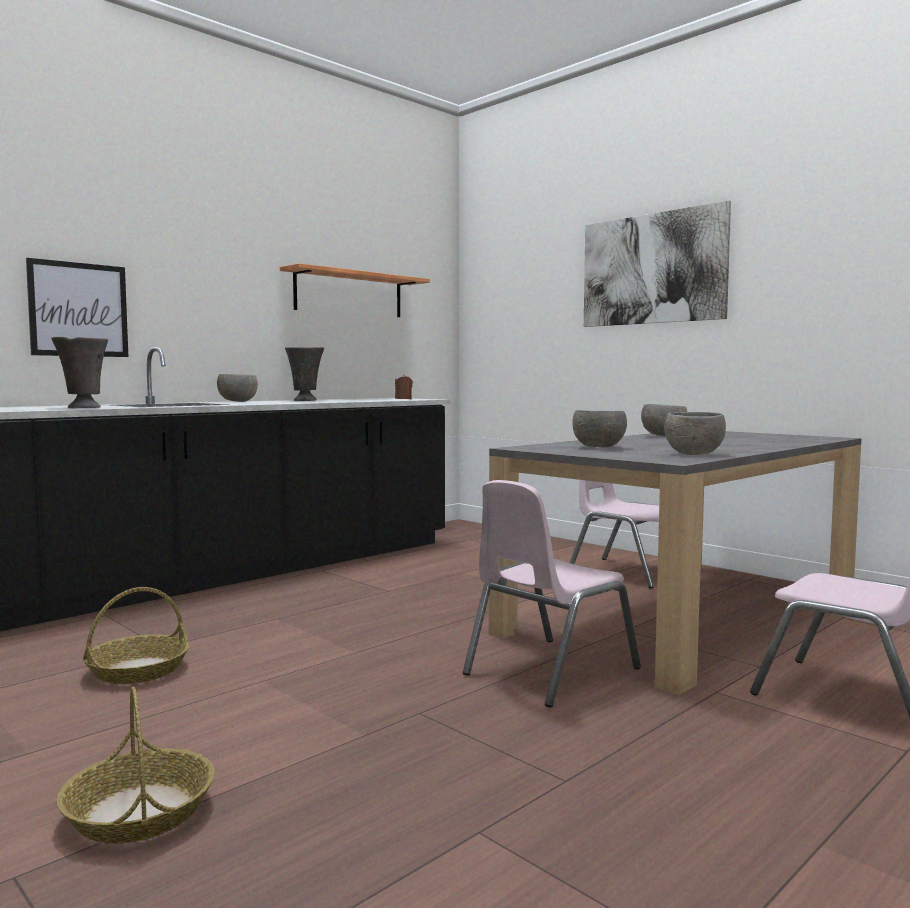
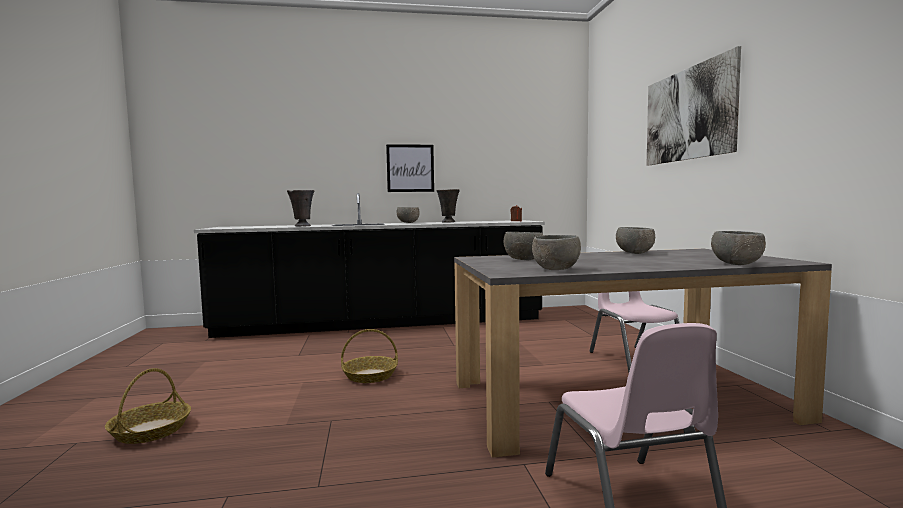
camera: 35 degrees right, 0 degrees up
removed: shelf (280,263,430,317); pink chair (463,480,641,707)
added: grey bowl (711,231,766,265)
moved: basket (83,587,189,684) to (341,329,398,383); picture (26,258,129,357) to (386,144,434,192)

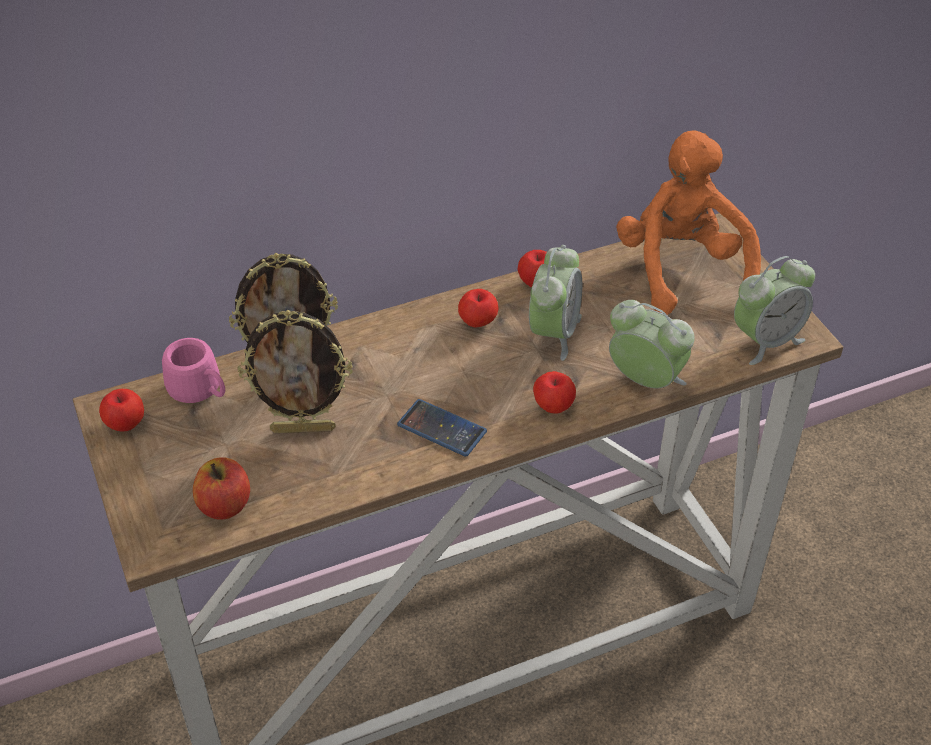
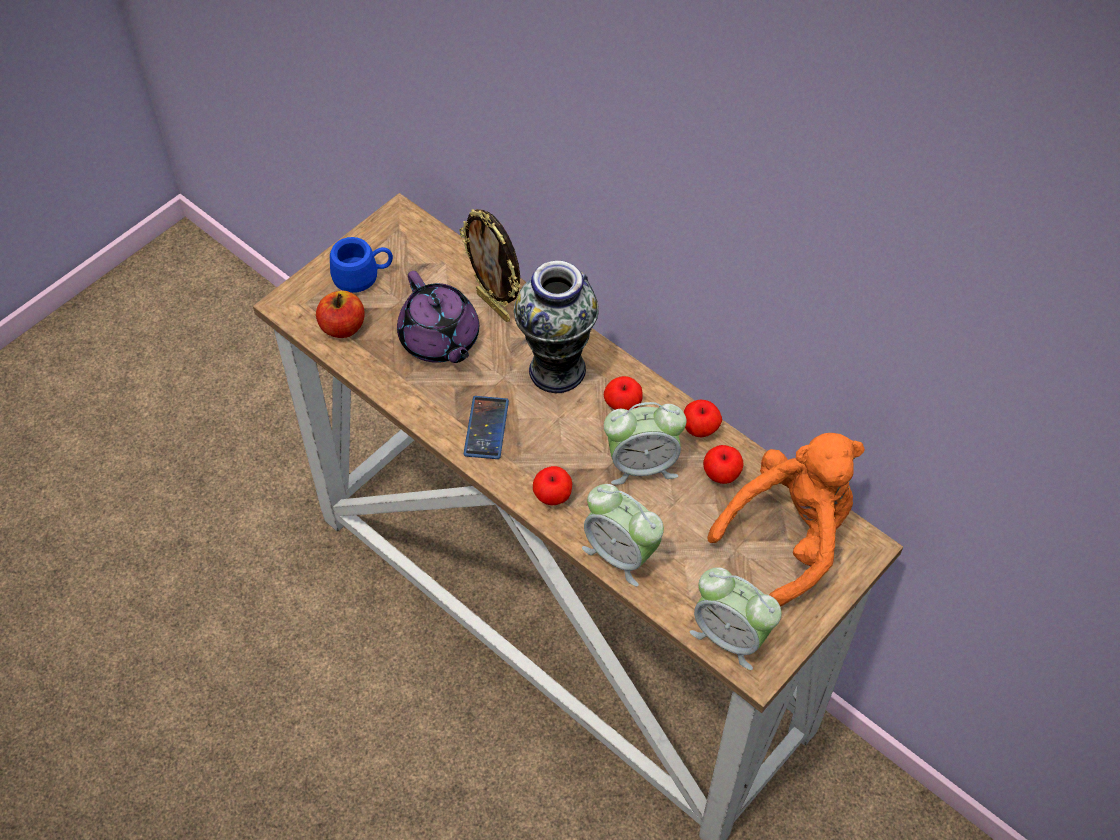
camera: 65 degrees right, 10 degrees up
removed: pink mug (162,338,225,403)
added: blue mug (330,237,393,293); vase (514,261,599,393)
moved: apple (99,389,144,431) to (703,445,744,484)
replaced: picture frame (238,310,353,433) to purple teapot (397,271,479,363)
turned: alarm clock (609,300,695,388) = (582,484,664,587) 120 degrees clockwise

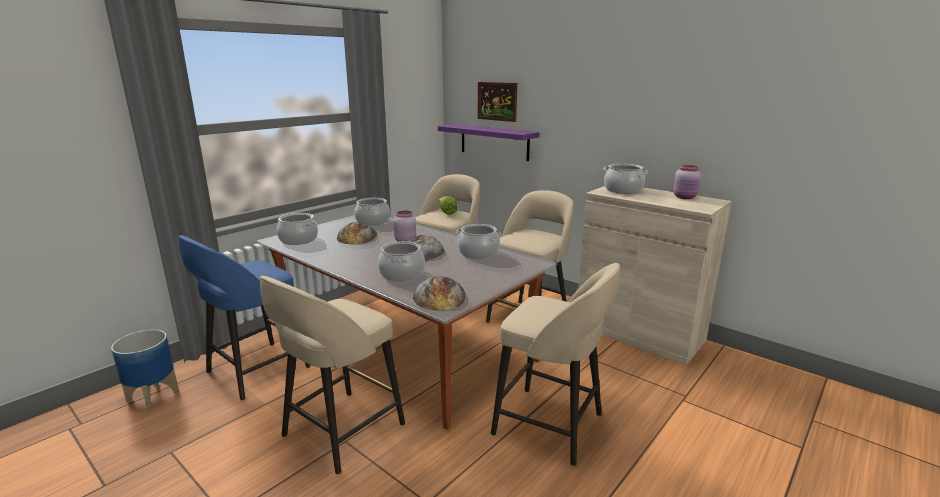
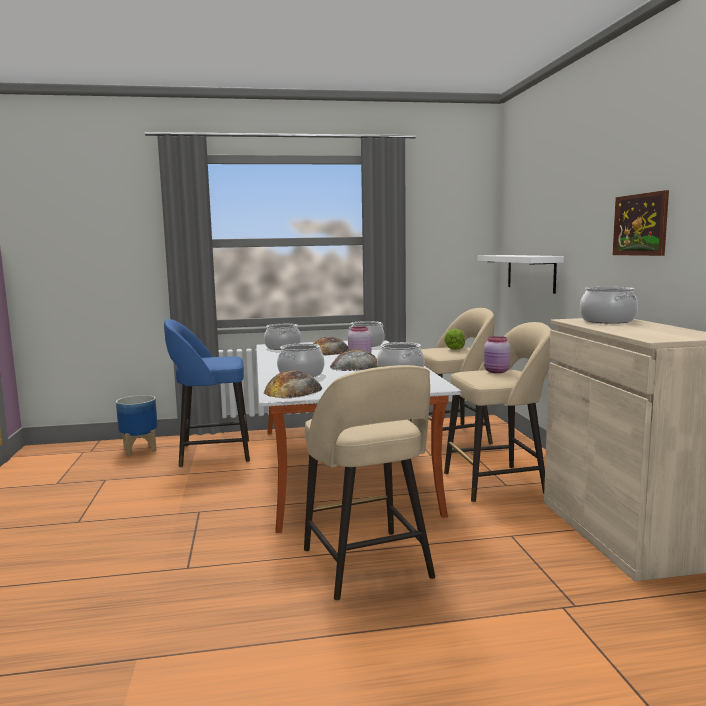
camera: 40 degrees right, 10 degrees down
removed: beige stool (259,276,405,474)
moved: pink jar (673,165,701,199) to (484,336,510,373); picture (478,82,517,122) to (613,190,669,256)
recoloured: purple shelf (438,124,540,161) to white shelf (478,255,564,294)

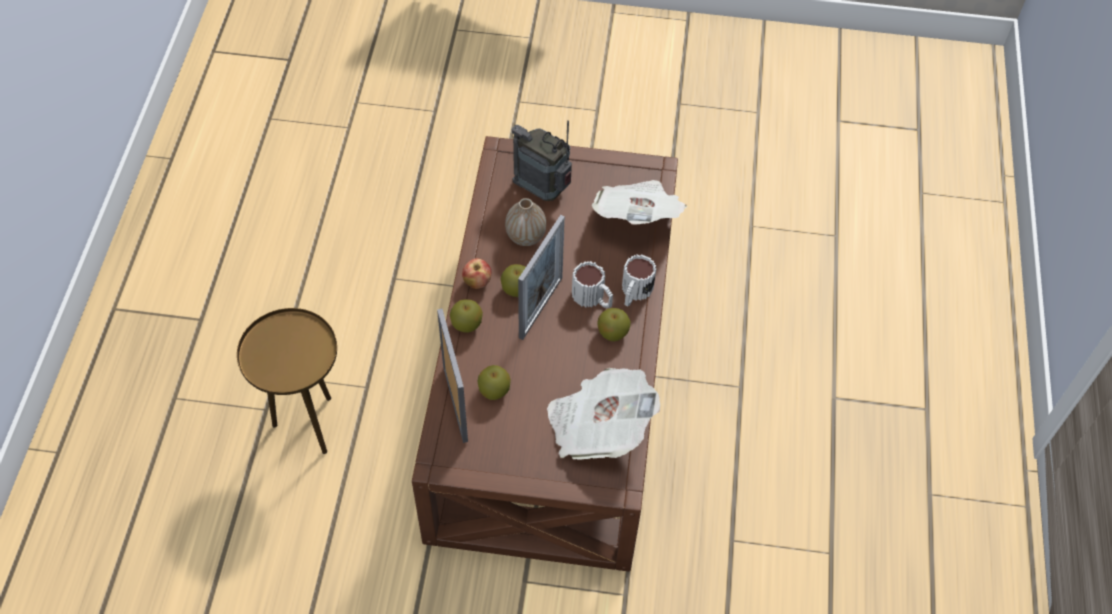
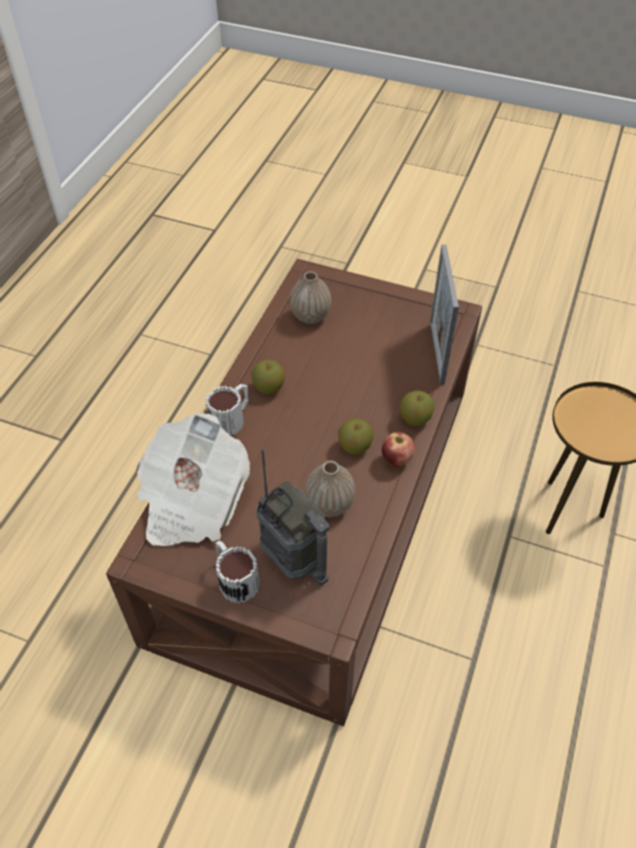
camera: 165 degrees left, 5 degrees down
removed: apple (477,365,511,400); picture frame (518,215,565,340)
moved: mug (572,261,613,308) to (216,540,260,604)
replaced: newspaper (547,368,660,460) to vase (290,271,331,324)

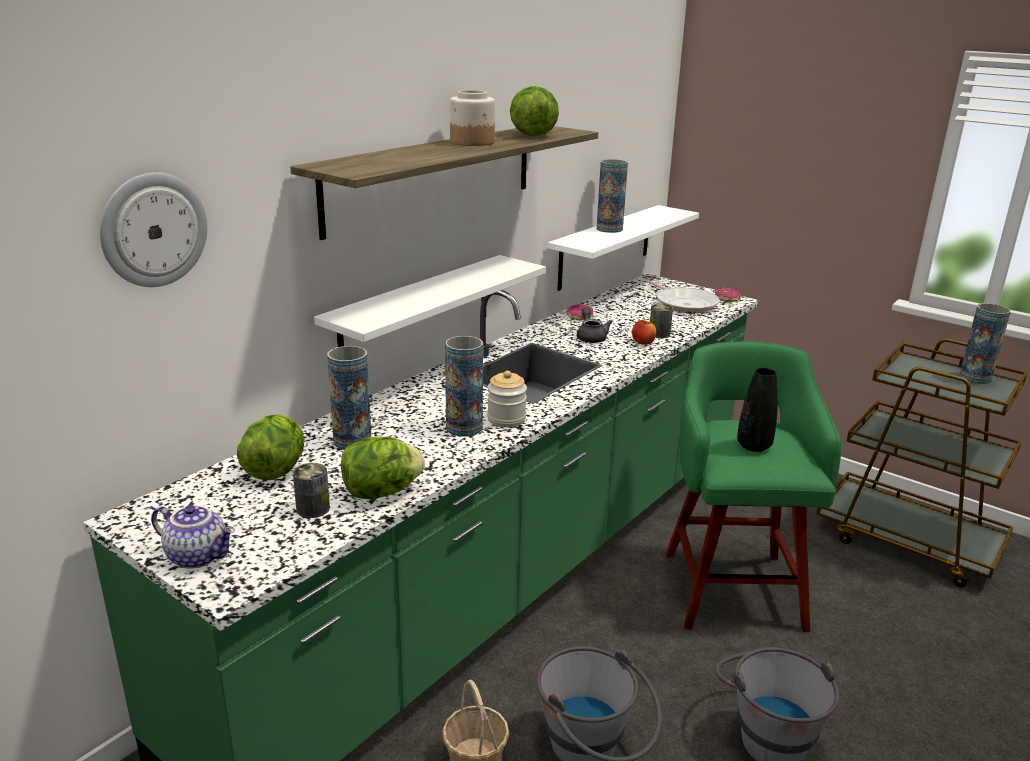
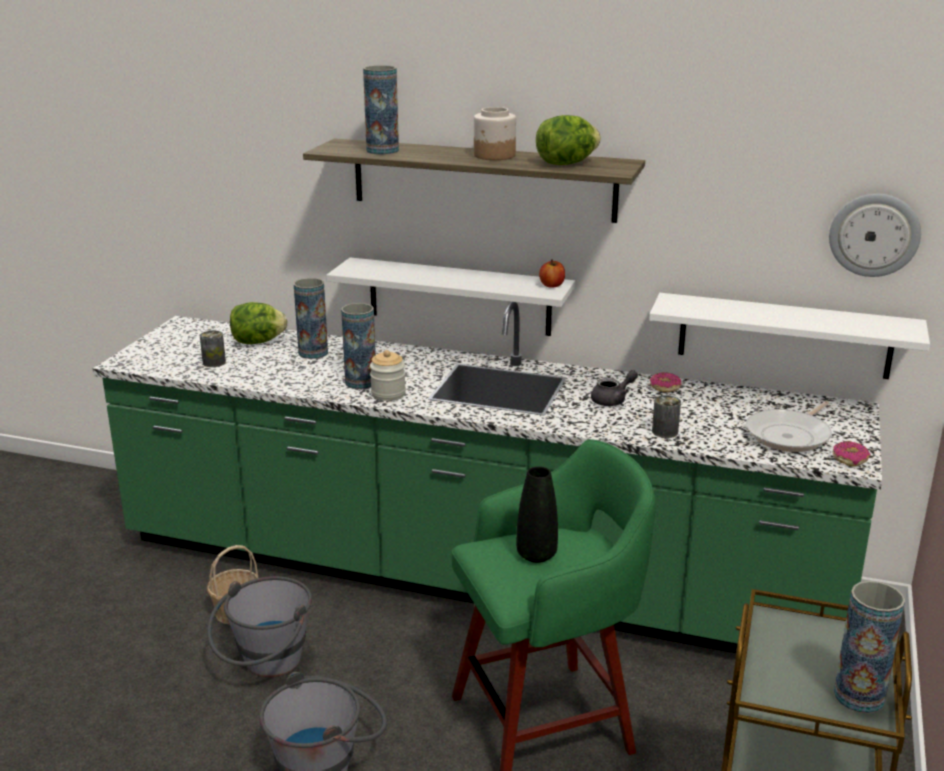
camera: 70 degrees right, 0 degrees up
removed: teapot (151,505,235,568); lettuce (341,437,425,499)
moved: vase (597,159,628,233) to (363,65,399,155); apple (632,319,656,345) to (539,259,565,288); wall clock (100,172,207,287) to (829,194,921,277)

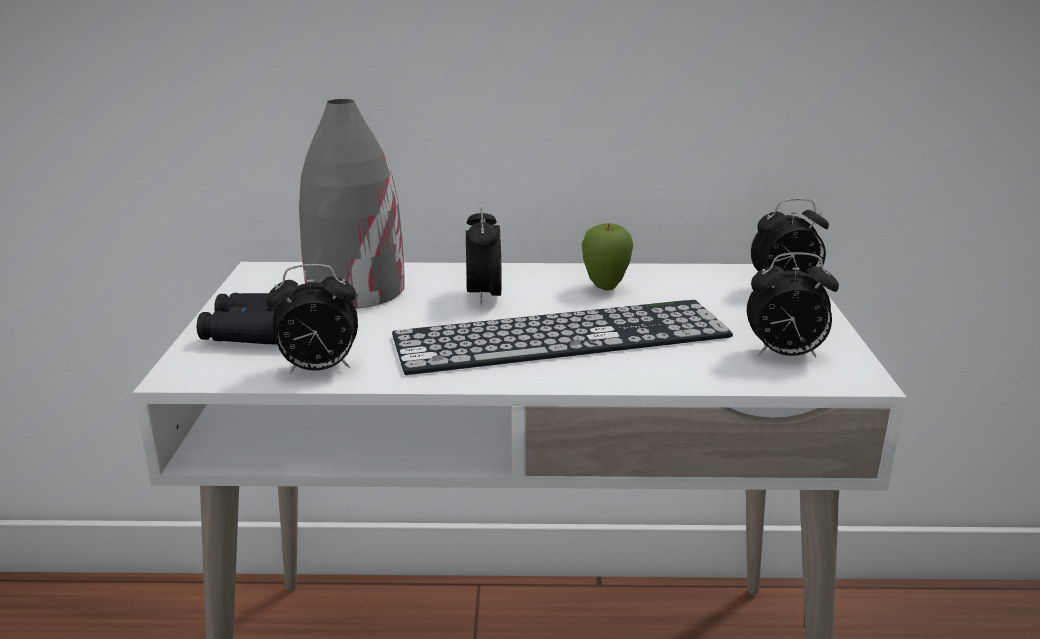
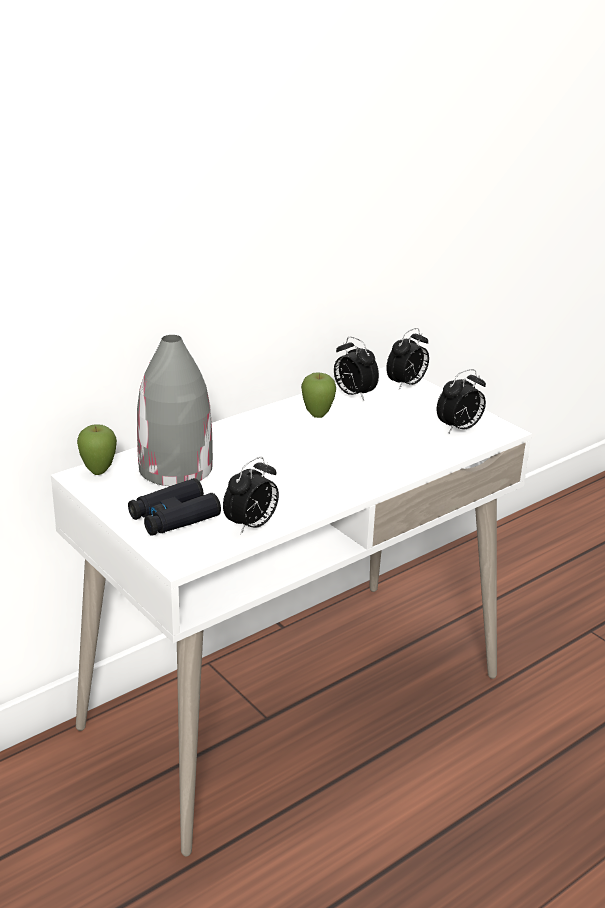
camera: 40 degrees left, 5 degrees up
removed: keyboard (392,300,733,375)
added: apple (77,424,117,475)
moved: alarm clock (466,202,502,306) to (334,337,379,401)

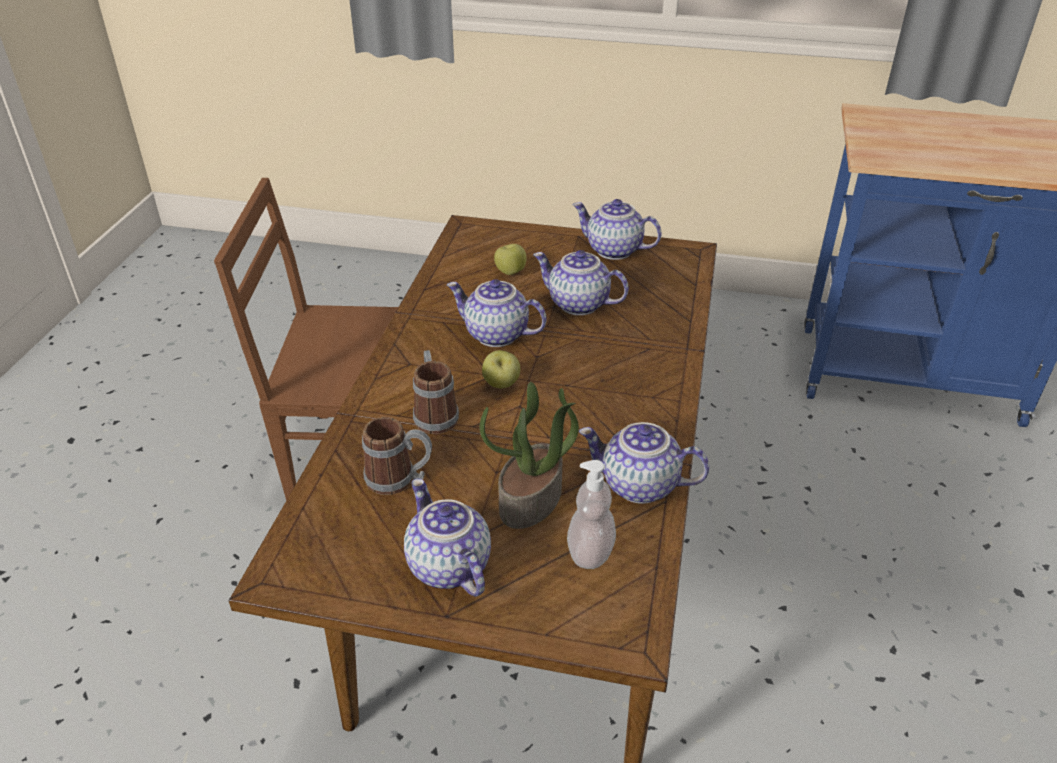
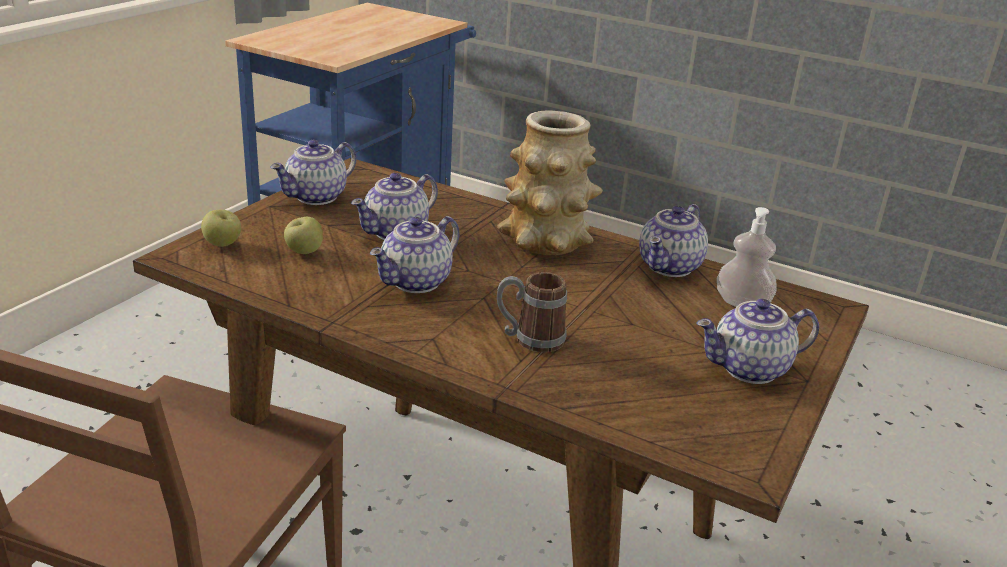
camera: 75 degrees left, 10 degrees down
removed: mug (362,417,432,495); potted plant (480,382,579,529)
added: vase (497,110,603,255)
moved: apple (482,350,520,388) to (201,210,241,247)

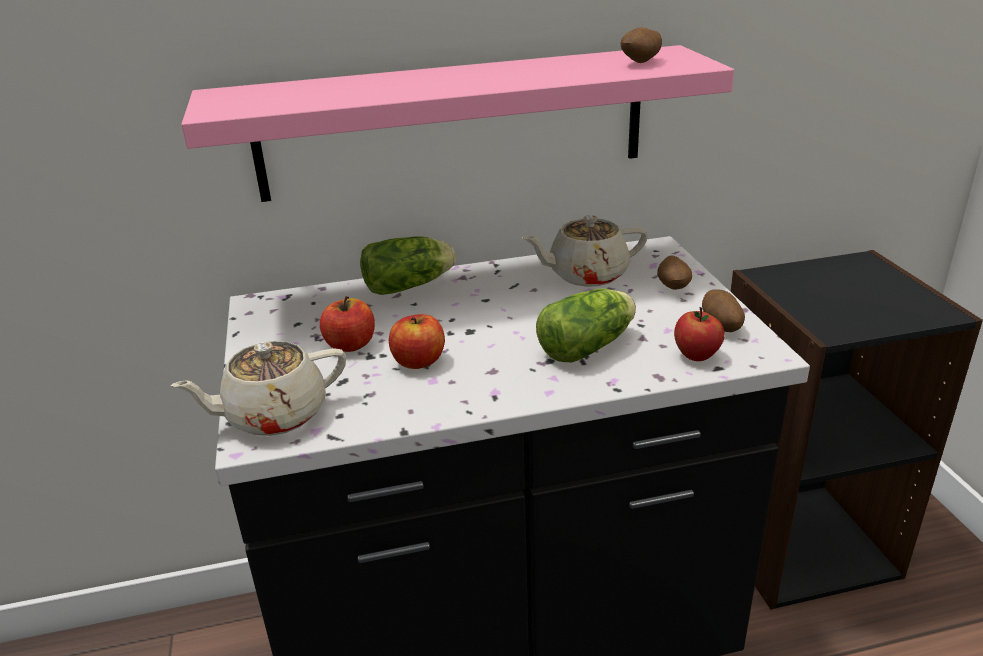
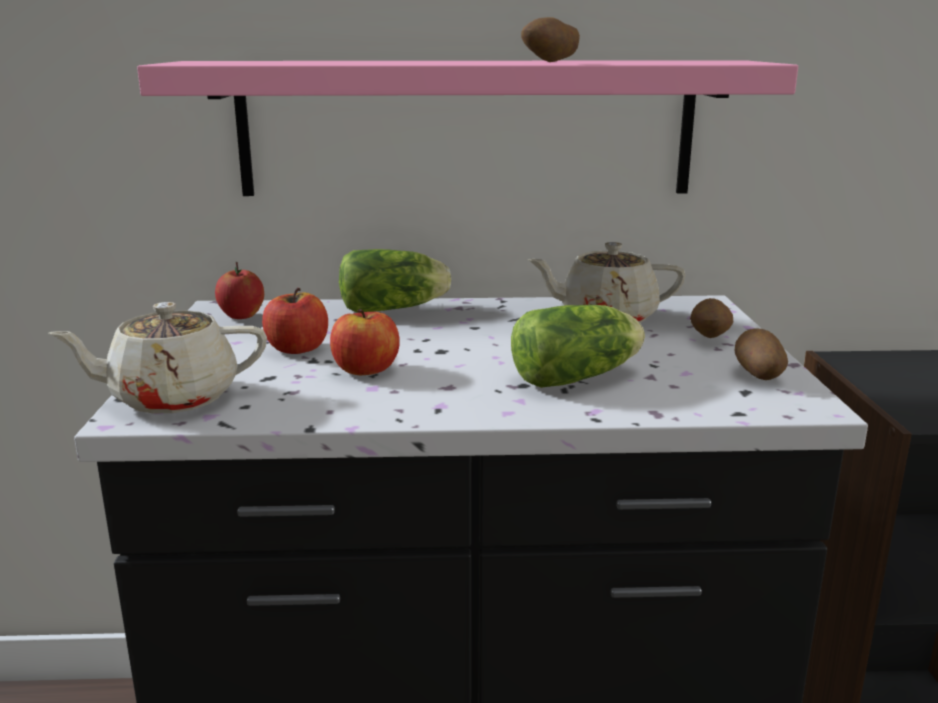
camera: 10 degrees right, 10 degrees down
moved: apple (674,307,725,361) to (215,262,264,319); potato (621,28,662,63) to (521,17,580,62)

